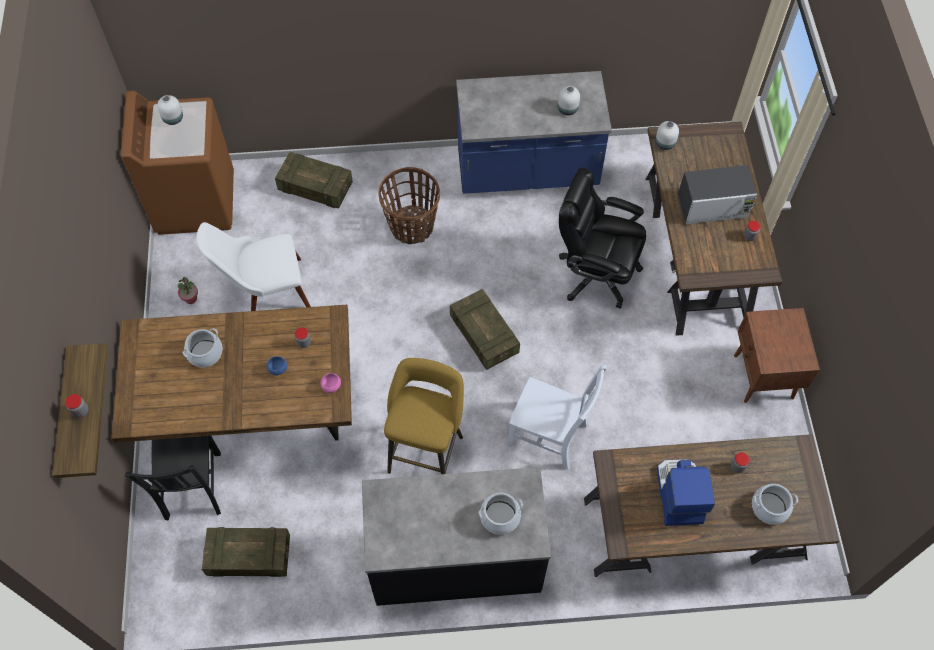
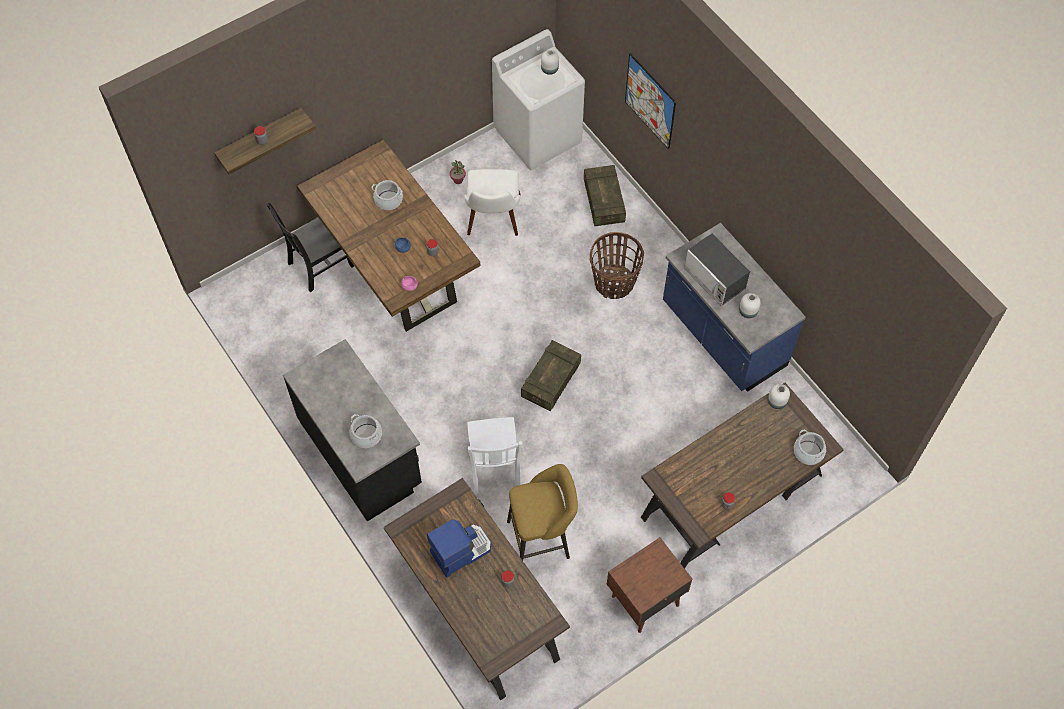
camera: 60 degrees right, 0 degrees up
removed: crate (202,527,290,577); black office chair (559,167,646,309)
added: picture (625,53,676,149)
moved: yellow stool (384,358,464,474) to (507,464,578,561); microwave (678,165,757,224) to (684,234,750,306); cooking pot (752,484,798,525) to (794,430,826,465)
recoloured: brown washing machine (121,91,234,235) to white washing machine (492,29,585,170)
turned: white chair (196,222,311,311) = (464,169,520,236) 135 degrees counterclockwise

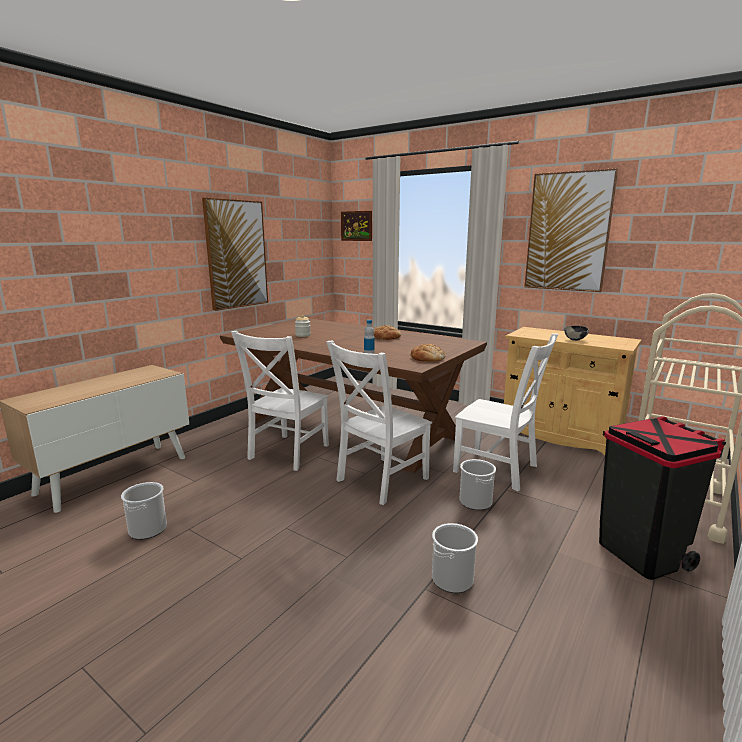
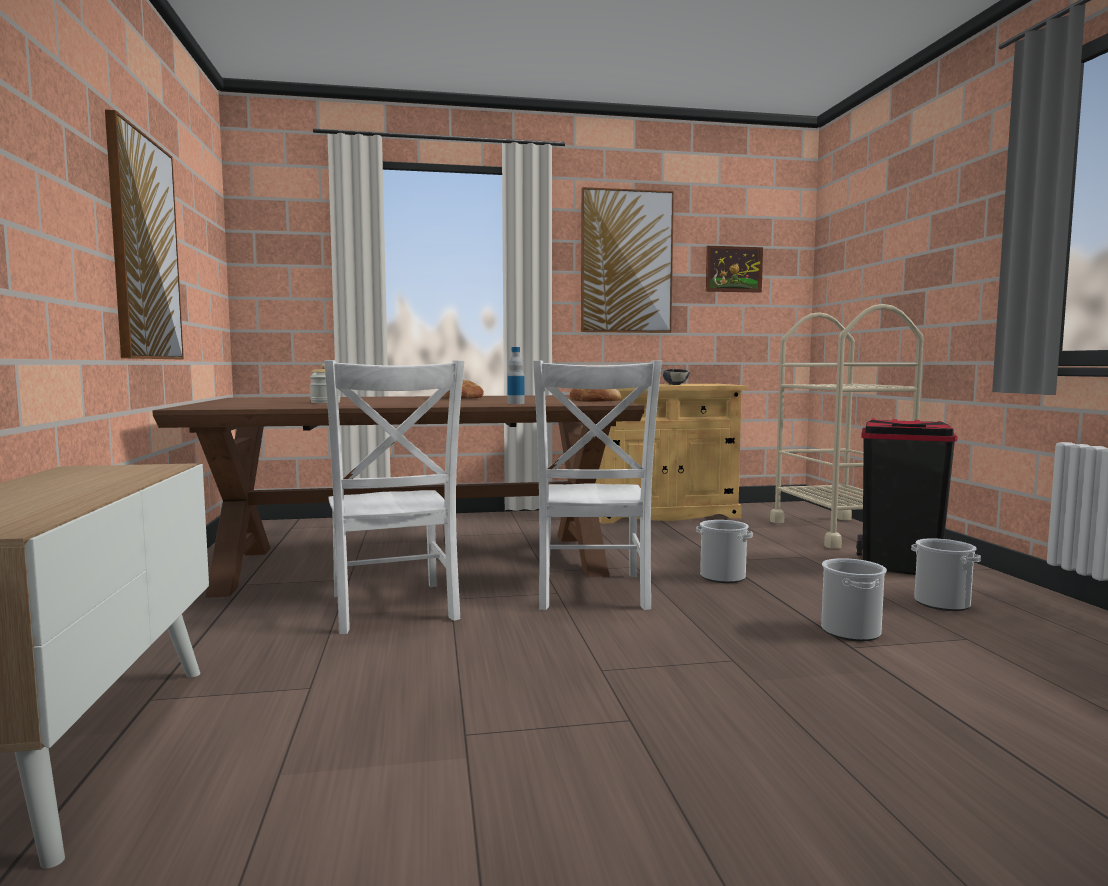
camera: 45 degrees left, 10 degrees down
removed: white chair (453,333,558,491)
moved: picture (341,211,372,241) to (706,246,763,293); bucket (121,482,167,540) to (911,538,981,611)

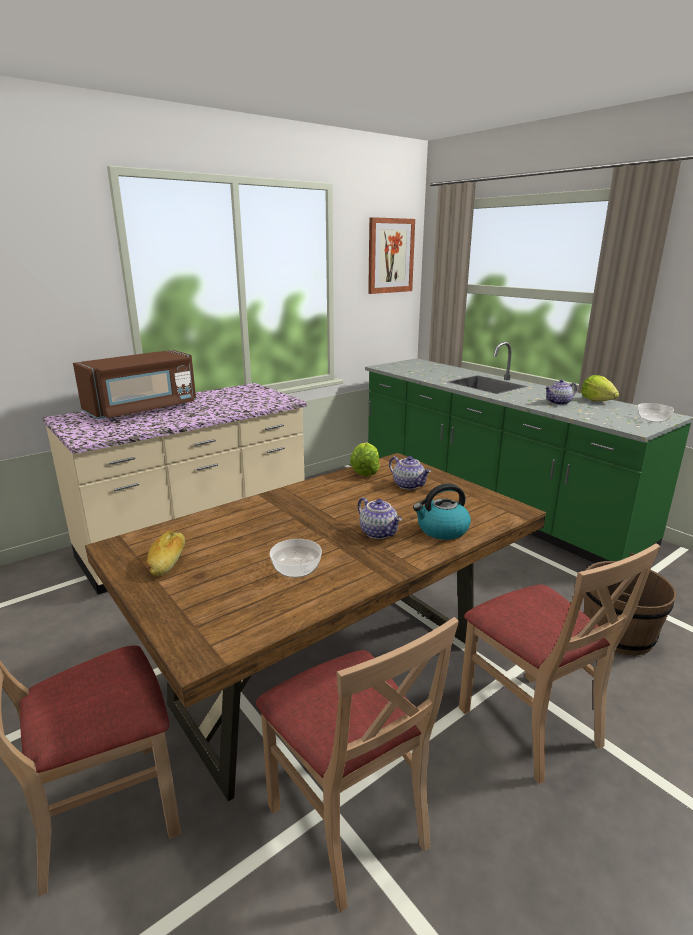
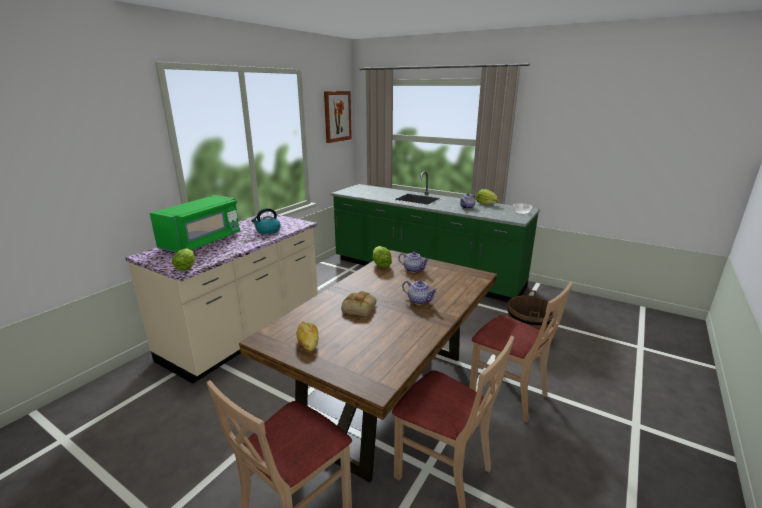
camera: 20 degrees left, 0 degrees up
removed: bowl (270,539,322,578)
added: lettuce (172,248,195,271); bread (341,291,377,316)
moved: kettle (413,483,471,540) to (251,208,281,234)
recoloured: brown microwave (73,350,196,419) to green microwave (150,195,241,253)

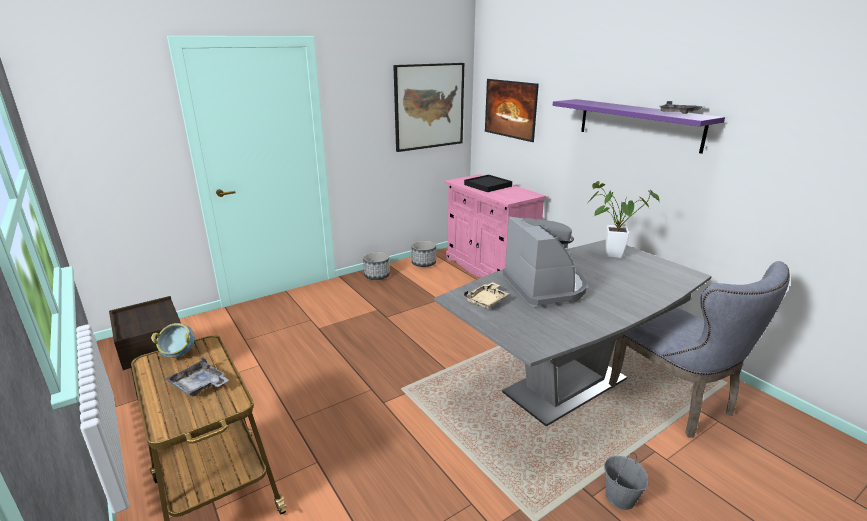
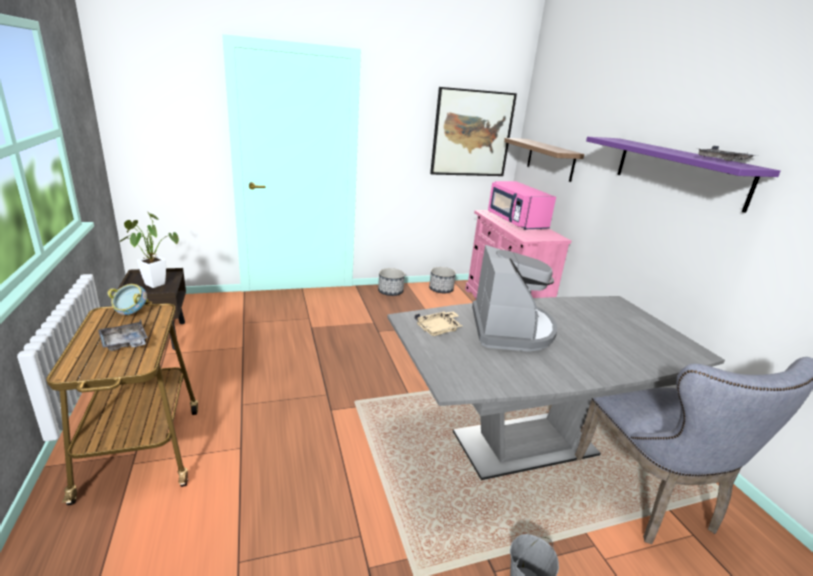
camera: 15 degrees right, 0 degrees up
moved: potted plant (589,181,660,258) to (120,212,179,288)
replaced: black tray (464,175,512,192) to pink microwave (488,181,556,230); picture (485,79,539,142) to shelf (504,138,584,182)

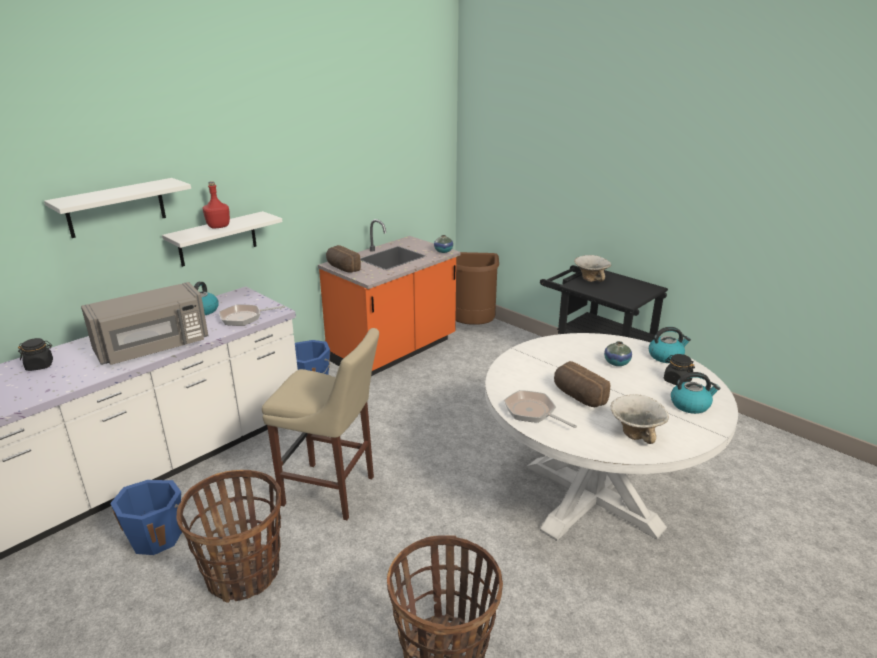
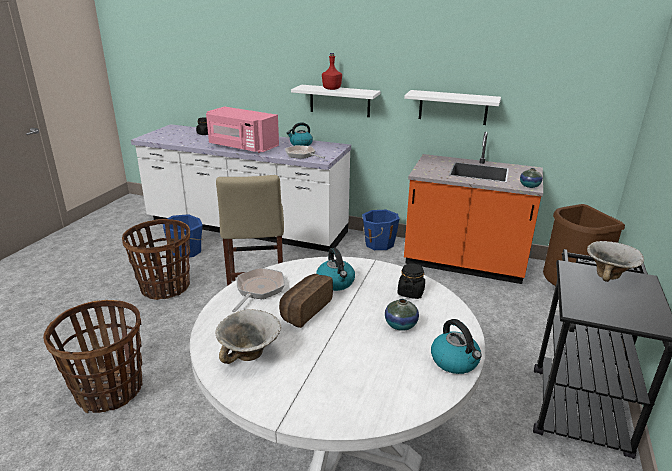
camera: 65 degrees right, 0 degrees up
removed: bread (326,245,361,273)
moved: kettle (671,372,720,414) to (316,248,355,291); black jar (664,354,695,385) to (397,263,425,299); white shelf (44,178,191,238) to (404,90,501,125)
recoloured: grey microwave (81,282,209,365) to pink microwave (206,106,279,153)

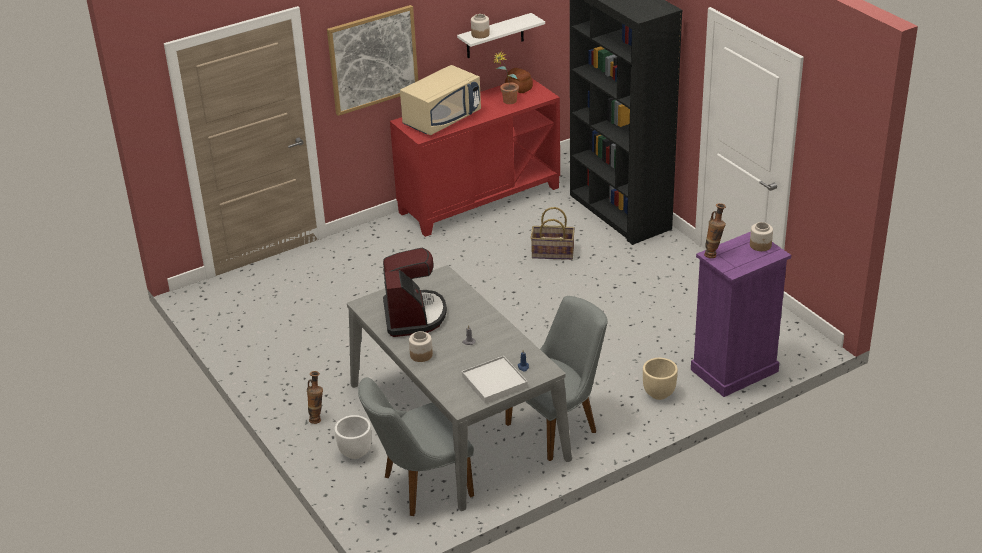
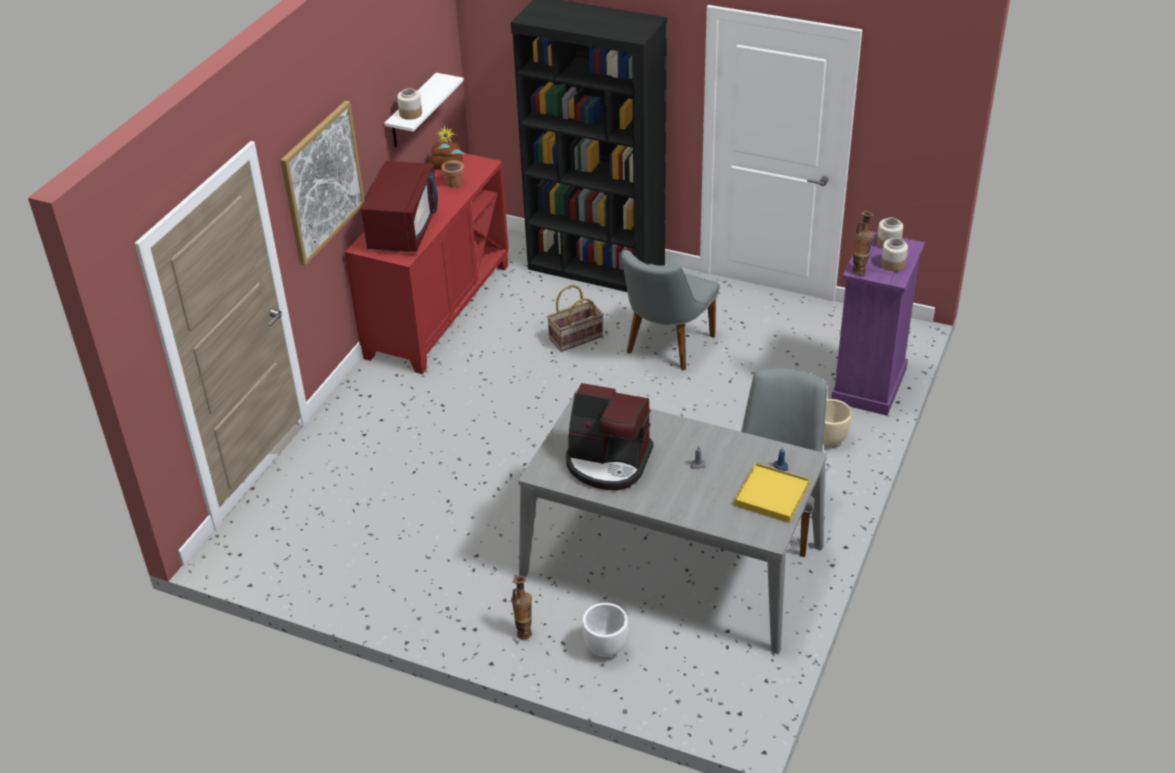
camera: 35 degrees left, 5 degrees up
moved: grey chair (358,377,474,516) to (621,250,720,370); jar (409,331,433,362) to (881,238,908,271)
recoloured: beige microwave (400,65,481,135) to red microwave (361,161,438,252); white tray (462,356,528,403) to yellow tray (734,463,810,523)
turned: coffee machine (383,248,447,337) = (566,383,653,490) 150 degrees clockwise

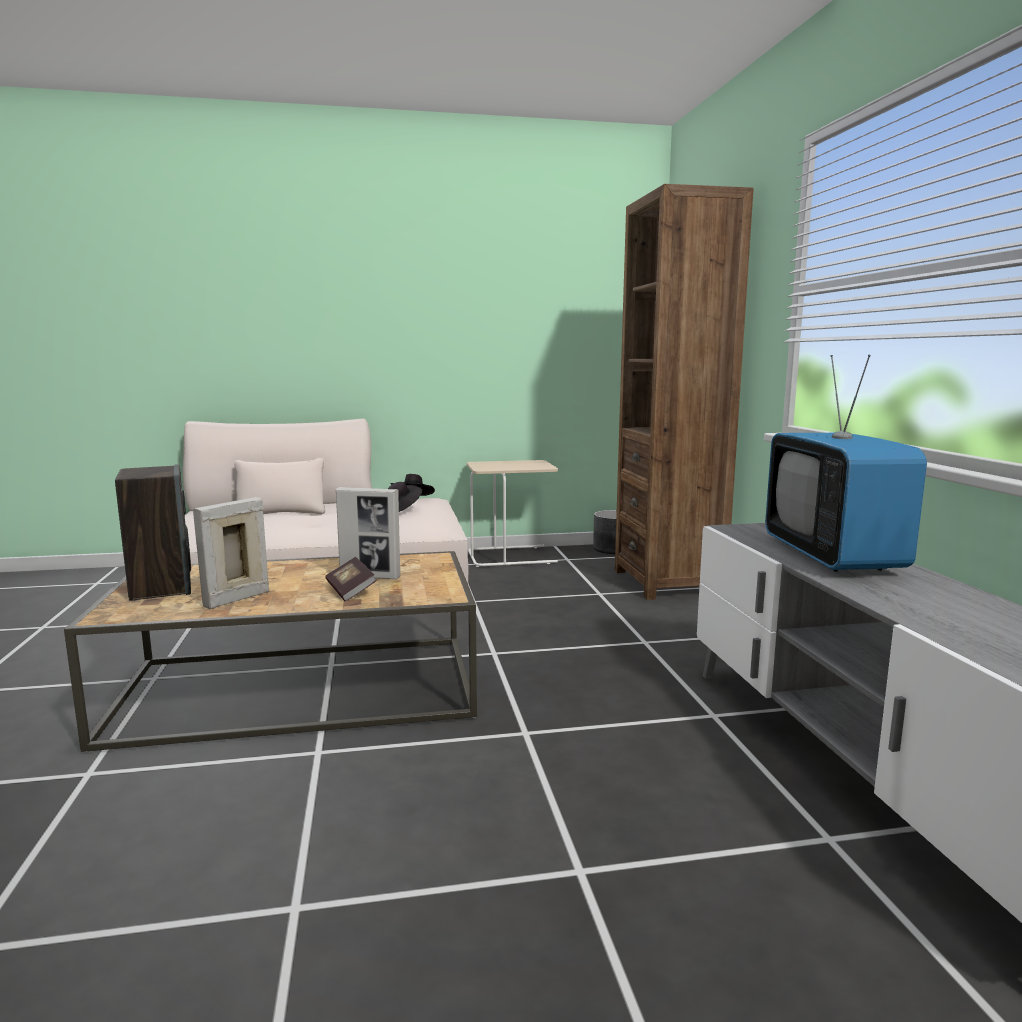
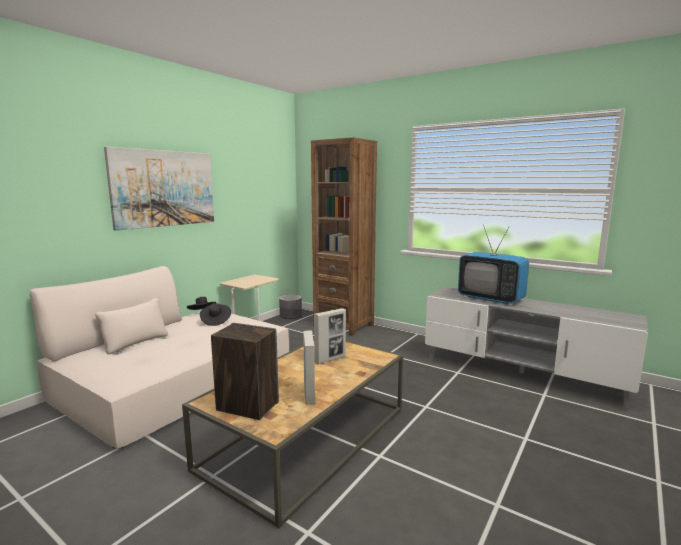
camera: 45 degrees left, 0 degrees up
removed: book (325,557,377,602)
added: picture (104,147,214,231)

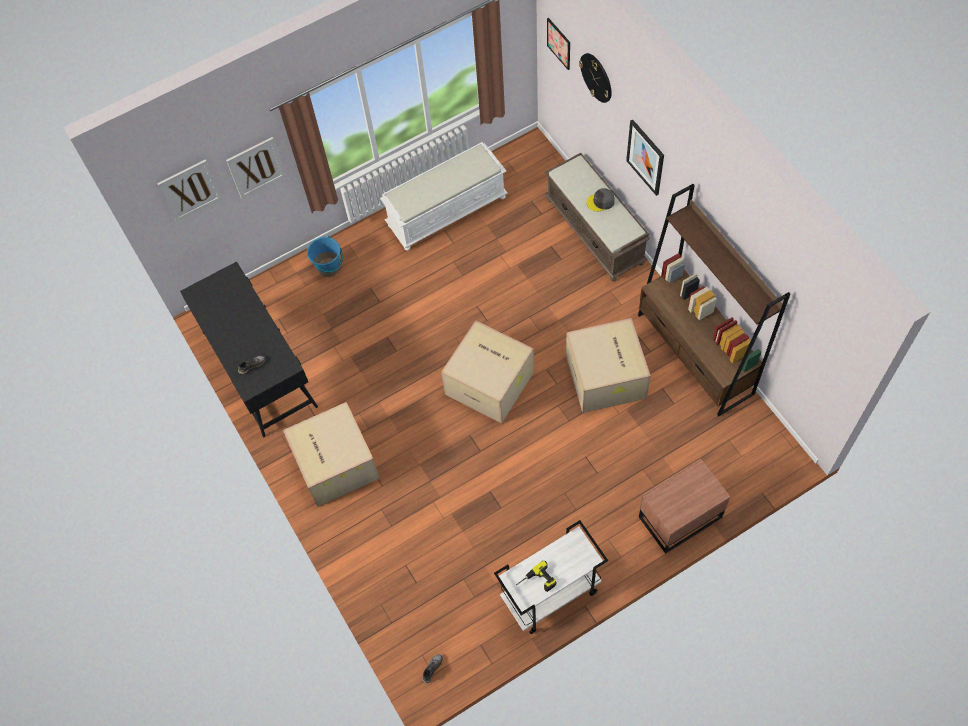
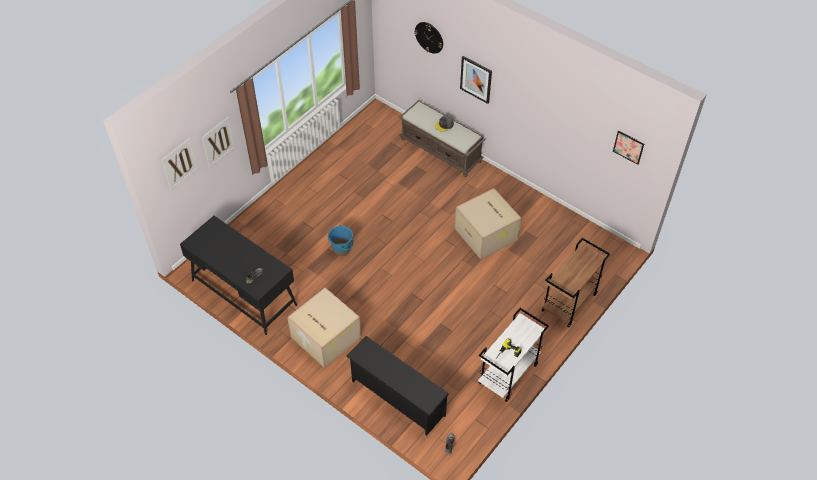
camera: 25 degrees left, 10 degrees down
removed: white bench (380,142,507,251); cardboard box (441,320,534,424); brown bookcase (638,184,790,416)
added: black shoe rack (346,336,449,436)
moved: blue bucket (307,236,343,277) to (328,225,353,256); picture (547,18,570,70) to (613,130,644,165)
replaced: brown nightstand (639,459,730,554) to brown cart (541,238,610,328)

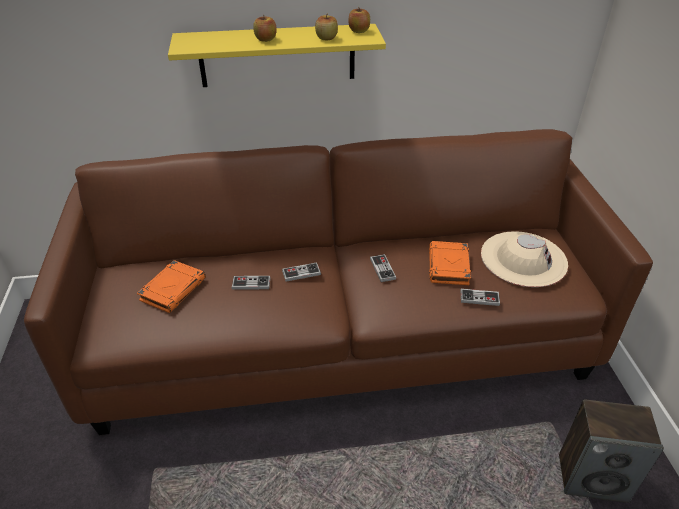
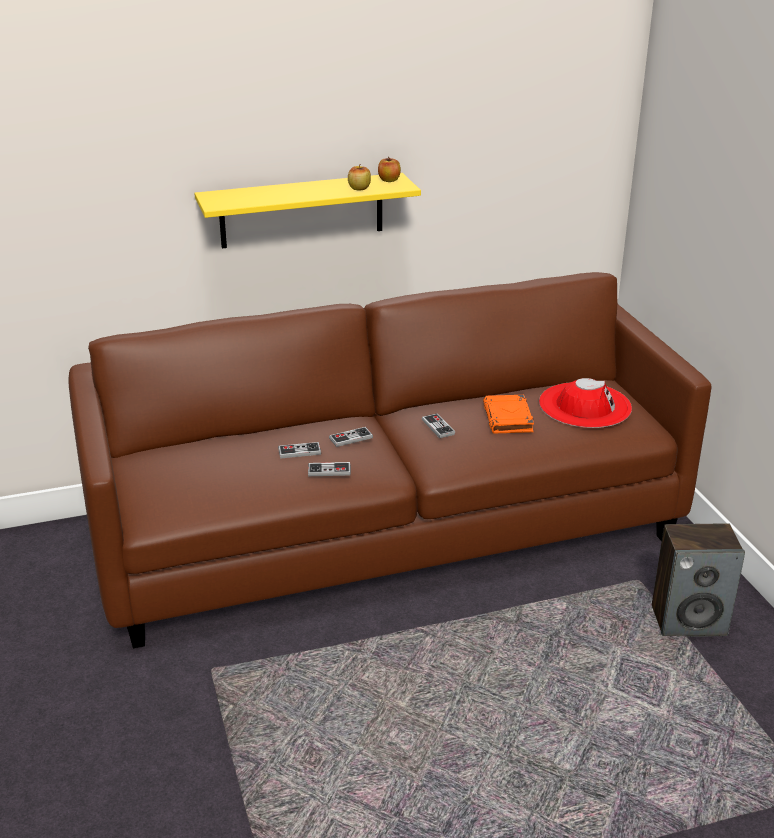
camera: 10 degrees left, 10 degrees down
removed: orange book (137,260,206,313); apple (253,17,277,42)
moved: game controller (461,289,500,306) to (308,462,351,476)
recoloured: beige hat (481,231,568,287) to red hat (539,378,632,428)

